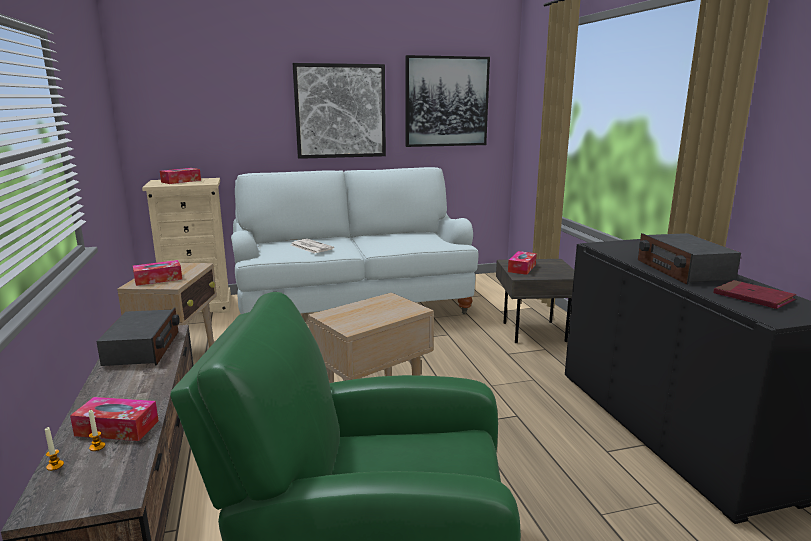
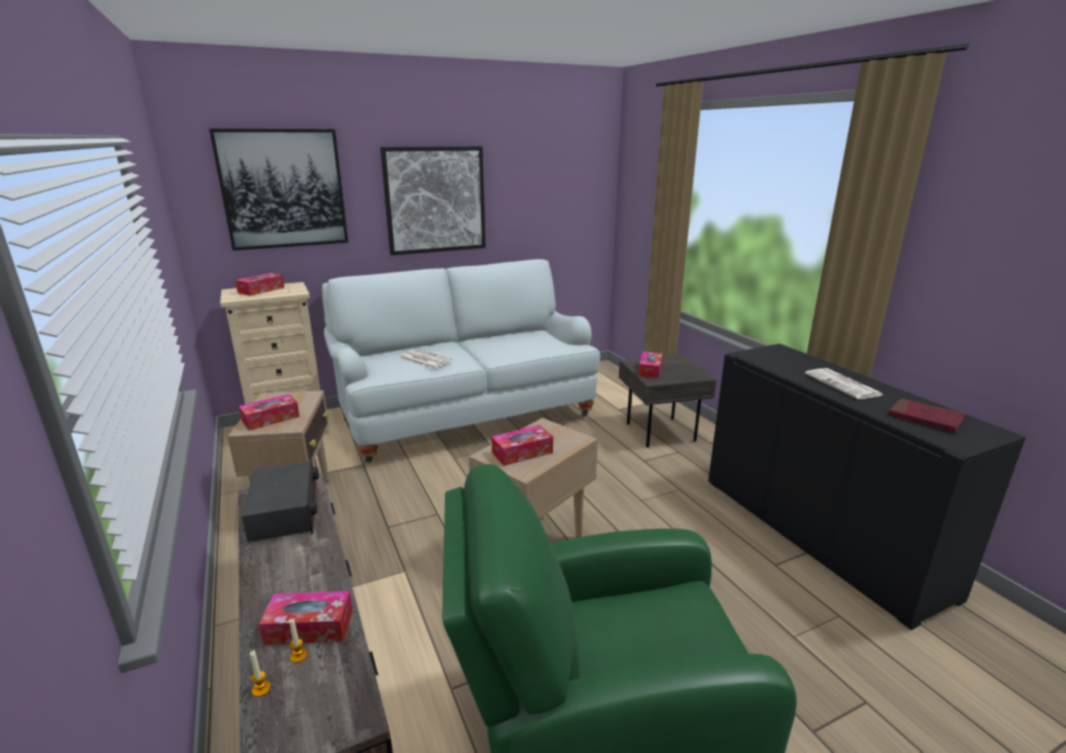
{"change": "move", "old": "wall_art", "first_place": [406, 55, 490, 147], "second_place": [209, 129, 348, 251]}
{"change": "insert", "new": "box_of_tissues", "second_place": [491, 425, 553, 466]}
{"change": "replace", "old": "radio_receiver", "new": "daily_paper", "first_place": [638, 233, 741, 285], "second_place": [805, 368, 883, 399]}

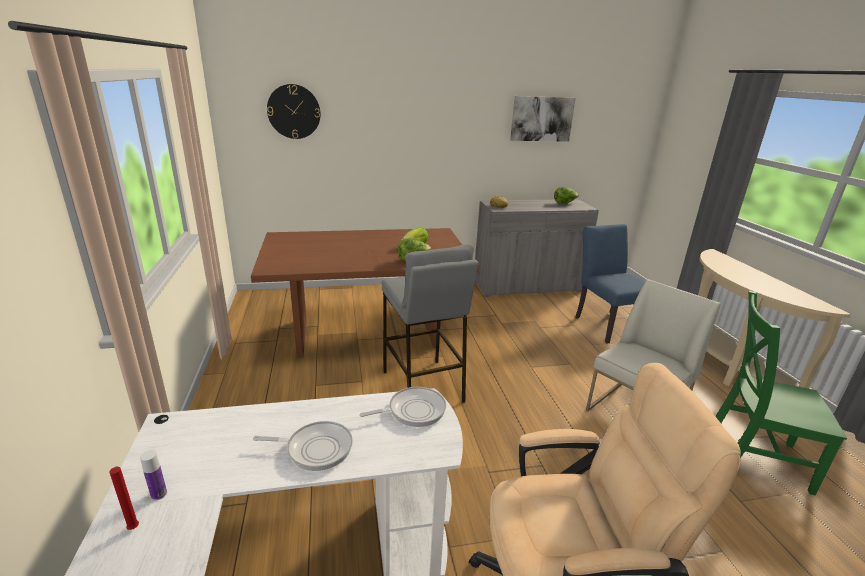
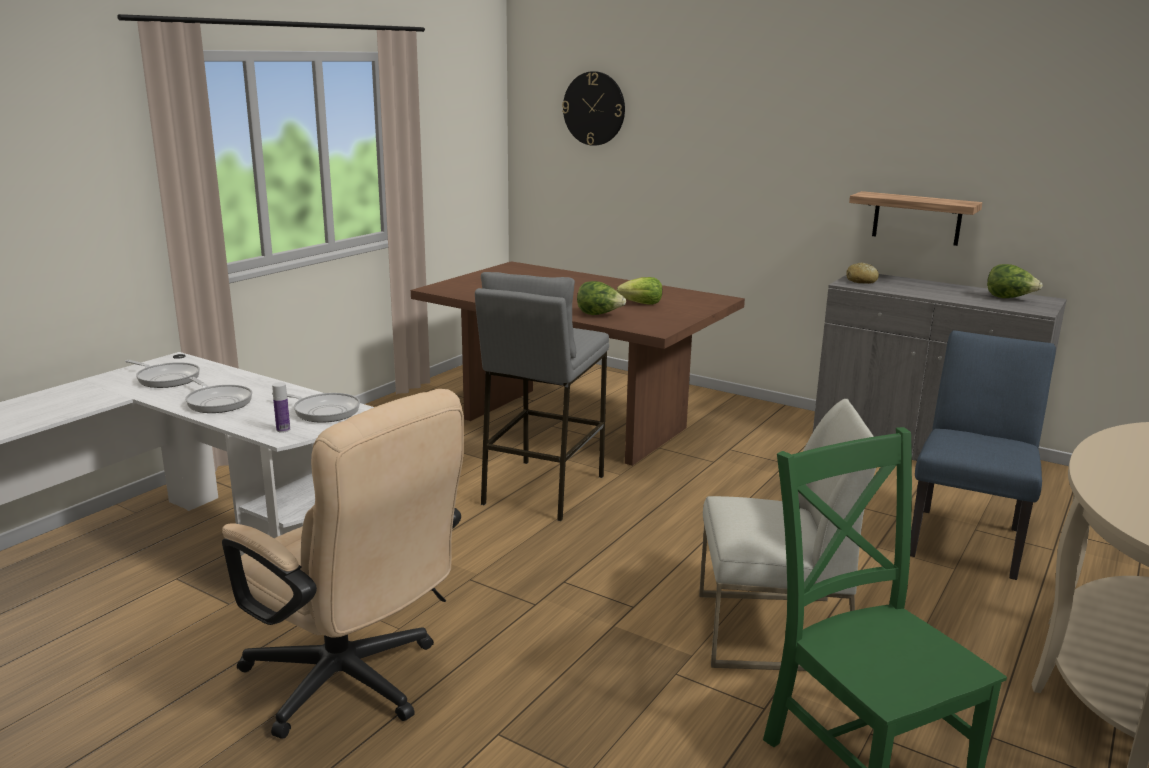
{"change": "insert", "new": "skillet", "second_place": [125, 360, 200, 388]}
{"change": "move", "old": "bottle", "first_place": [140, 450, 167, 500], "second_place": [272, 382, 290, 433]}
{"change": "insert", "new": "wall_shelf", "second_place": [849, 191, 982, 246]}
{"change": "delete", "old": "red_wax_light", "first_place": [109, 466, 139, 530]}
{"change": "delete", "old": "wall_art", "first_place": [510, 96, 576, 142]}

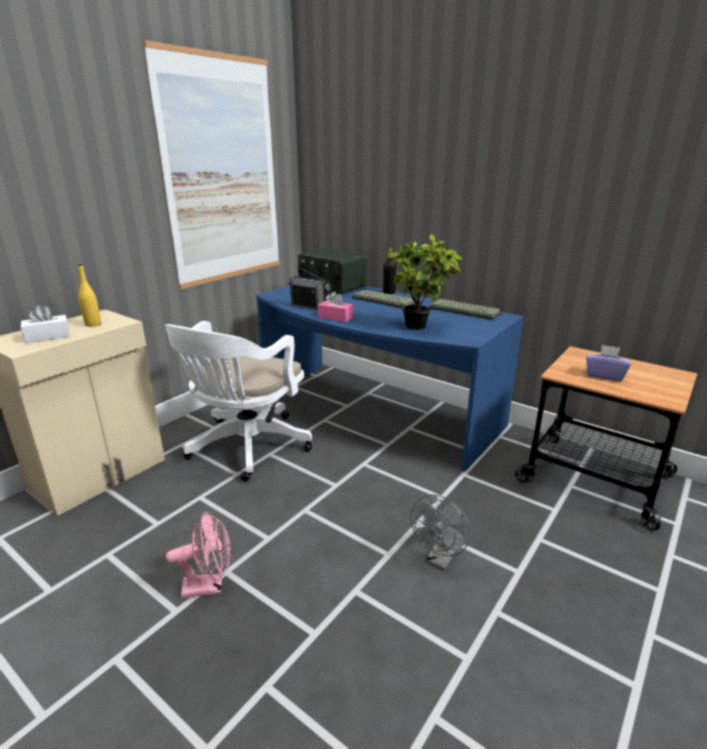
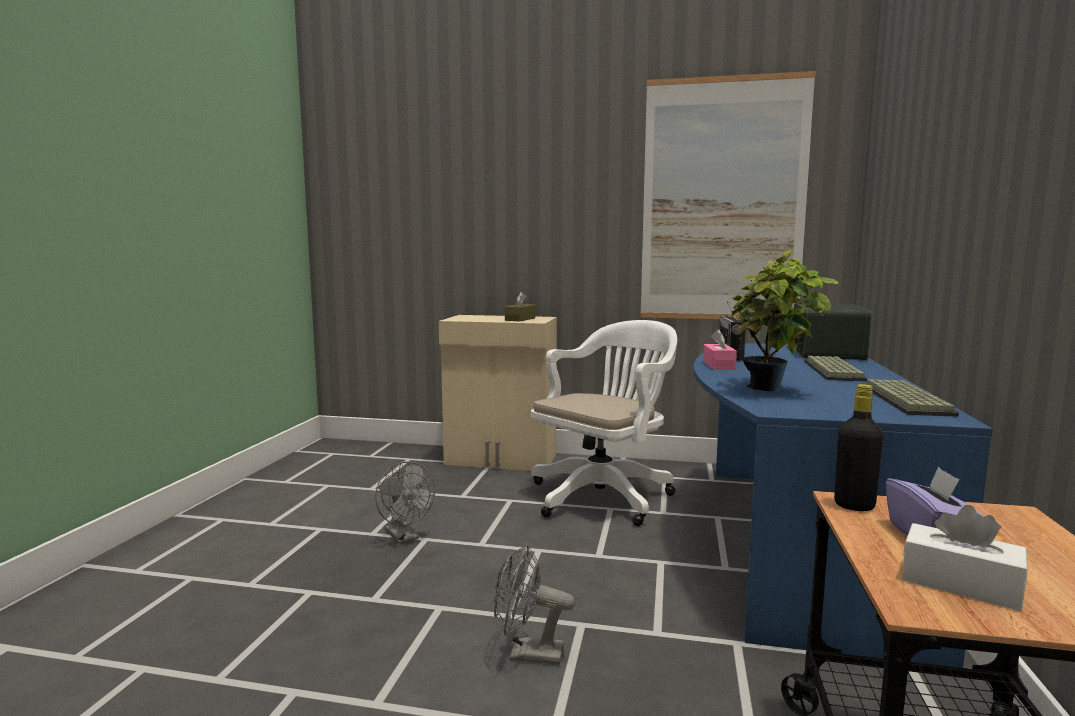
{"change": "recolor", "old": "pink_fan", "new": "greyish_fan", "first_place": [166, 512, 231, 598], "second_place": [375, 461, 435, 544]}
{"change": "replace", "old": "yellow_bottle", "new": "brown_box_of_tissues", "first_place": [78, 264, 101, 327], "second_place": [505, 292, 535, 322]}
{"change": "rotate", "old": "white-coloured_office_chair", "first_place": [165, 321, 312, 481], "second_place": [531, 320, 677, 526], "degrees": 135}
{"change": "move", "old": "black-coloured_bottle", "first_place": [383, 248, 397, 294], "second_place": [834, 384, 884, 511]}
{"change": "move", "old": "white-coloured_box_of_tissues", "first_place": [21, 305, 70, 343], "second_place": [902, 505, 1028, 611]}

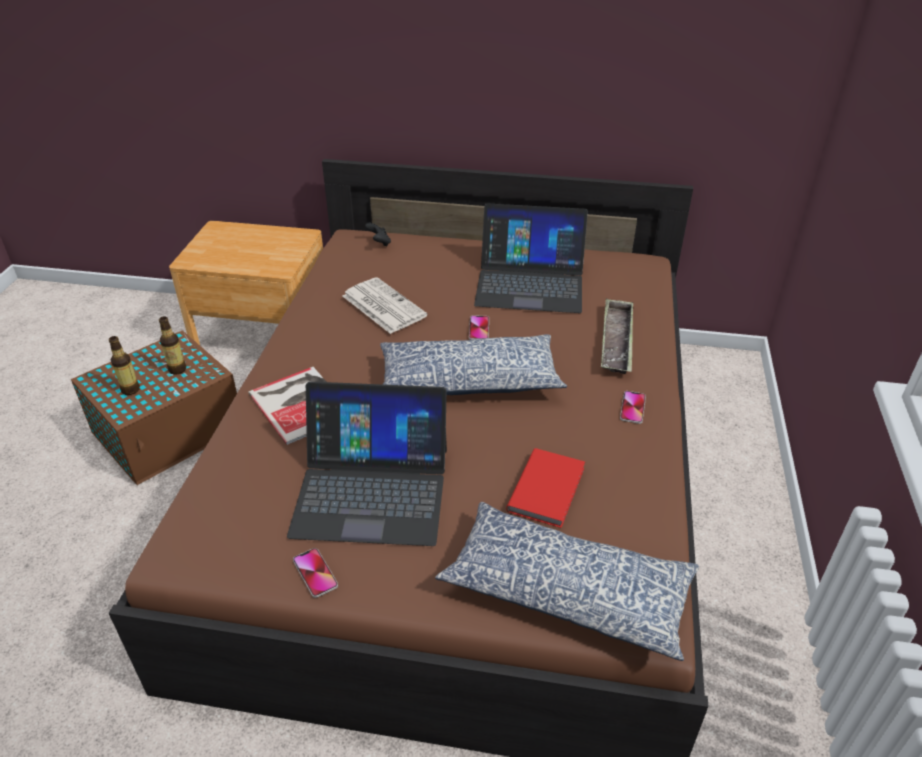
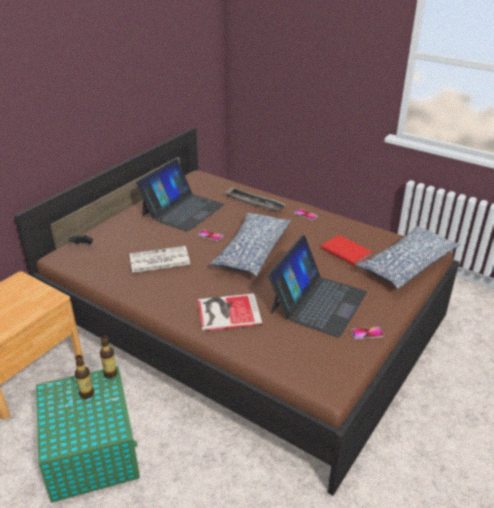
{"change": "recolor", "old": "brown_storage_box", "new": "greenish_storage_box", "first_place": [71, 330, 237, 485], "second_place": [36, 366, 140, 503]}
{"change": "move", "old": "bottle", "first_place": [109, 336, 140, 395], "second_place": [100, 335, 118, 378]}

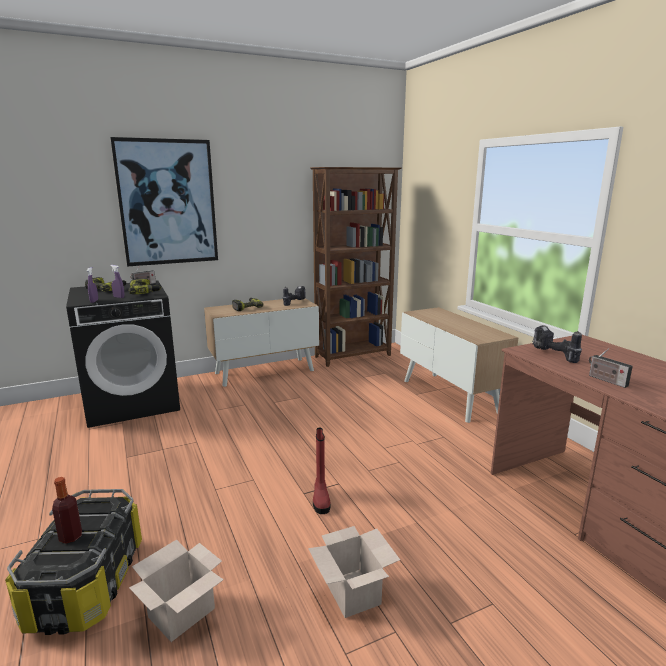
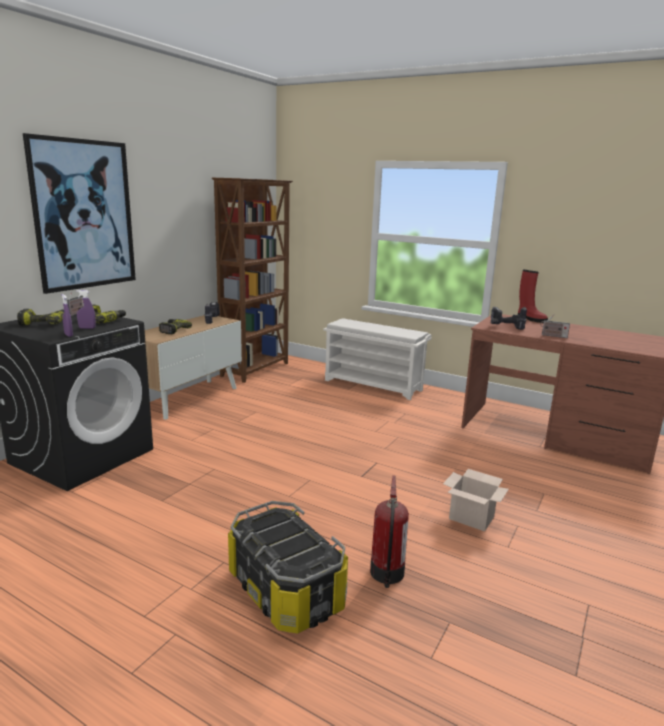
{"change": "replace", "old": "cupboard", "new": "white-coloured_shoe_rack", "first_place": [400, 307, 518, 423], "second_place": [323, 318, 432, 400]}
{"change": "replace", "old": "packing_box", "new": "fire_extinguisher", "first_place": [129, 539, 224, 642], "second_place": [370, 475, 409, 588]}
{"change": "move", "old": "red_high-top_boot", "first_place": [313, 428, 331, 514], "second_place": [518, 270, 548, 323]}
{"change": "delete", "old": "bottle", "first_place": [52, 477, 82, 544]}

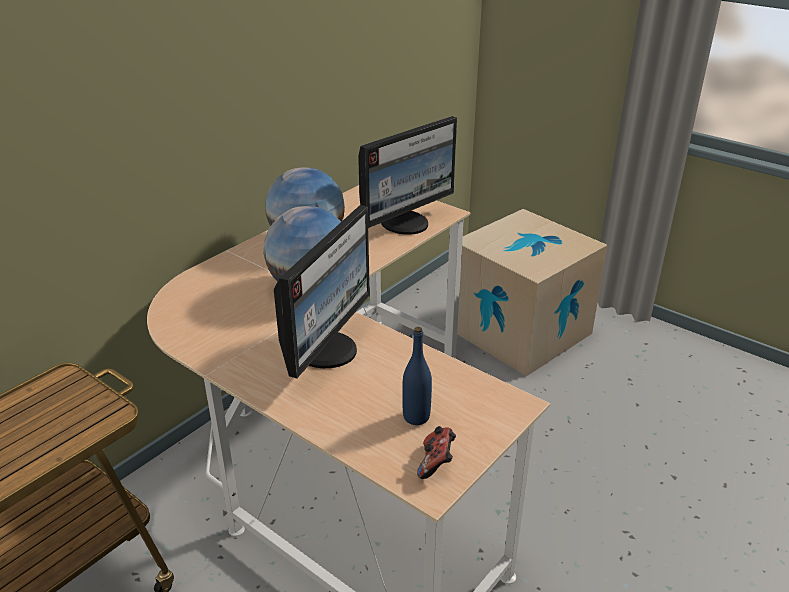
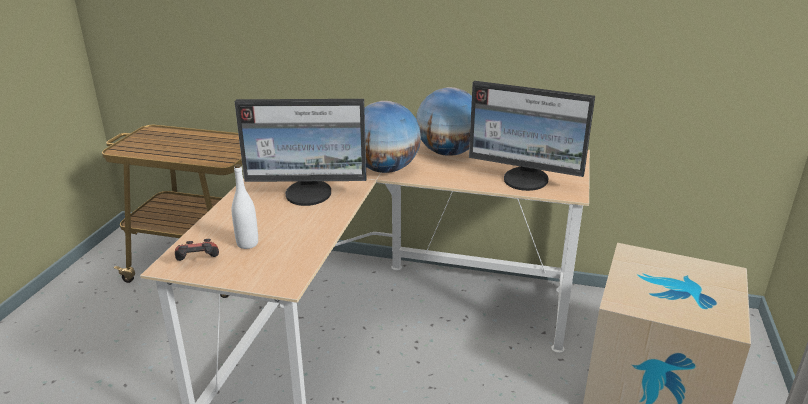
{"change": "recolor", "old": "blue_bottle", "new": "white-coloured_bottle", "first_place": [402, 327, 432, 425], "second_place": [232, 164, 258, 249]}

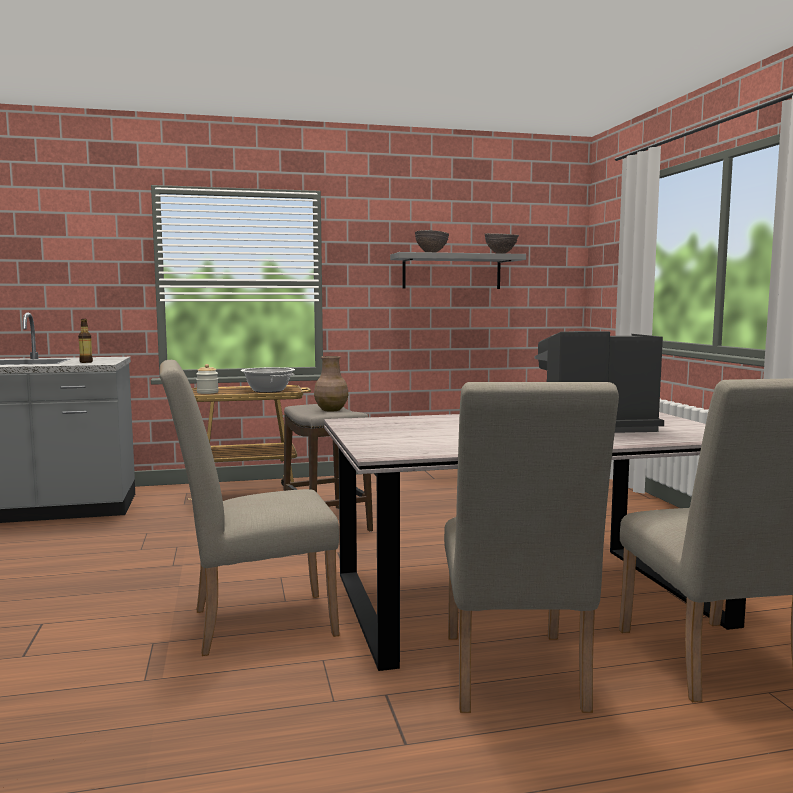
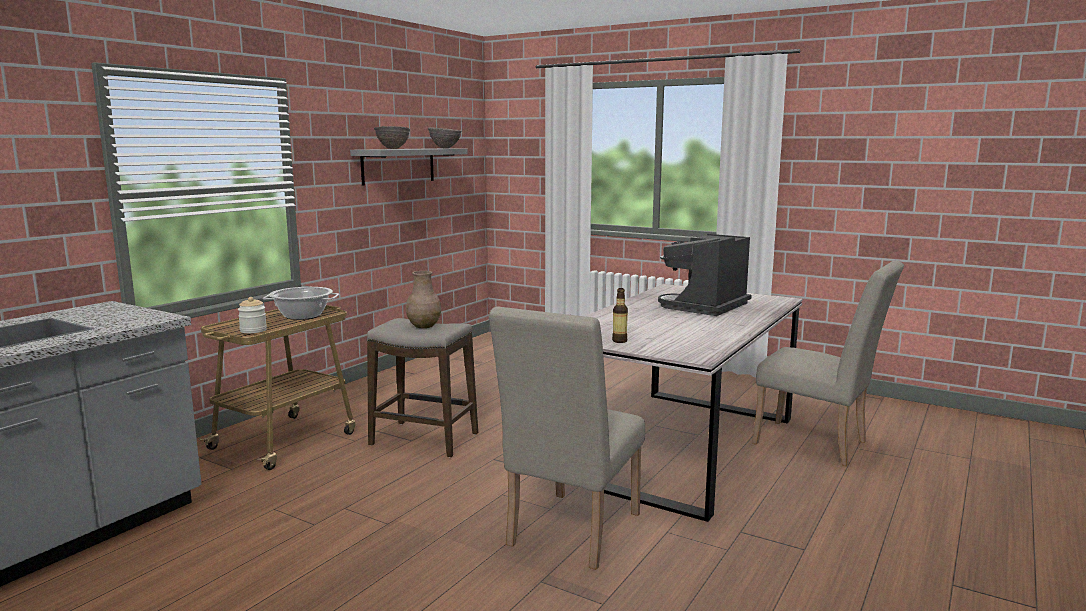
{"change": "move", "old": "bottle", "first_place": [78, 319, 93, 363], "second_place": [612, 288, 628, 343]}
{"change": "delete", "old": "beige_chair", "first_place": [444, 382, 619, 713]}

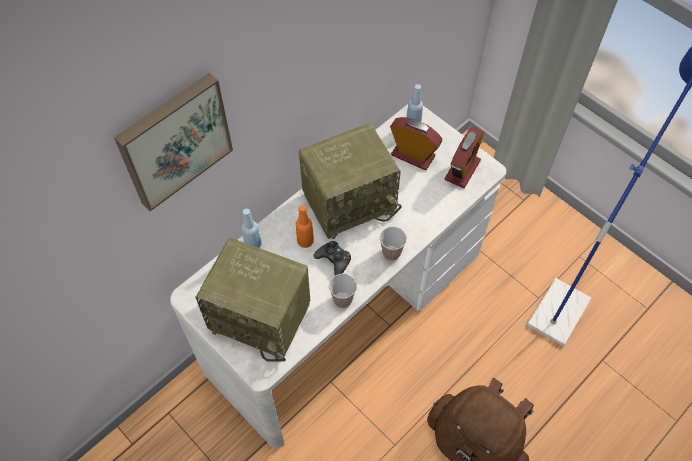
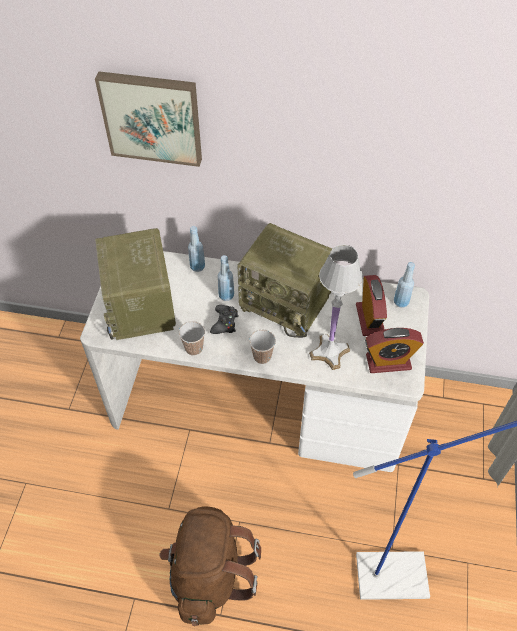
{"change": "recolor", "old": "orange-coloured_bottle", "new": "blue_bottle", "first_place": [296, 205, 314, 248], "second_place": [218, 255, 234, 301]}
{"change": "insert", "new": "white-coloured_table_lamp", "second_place": [309, 245, 363, 370]}

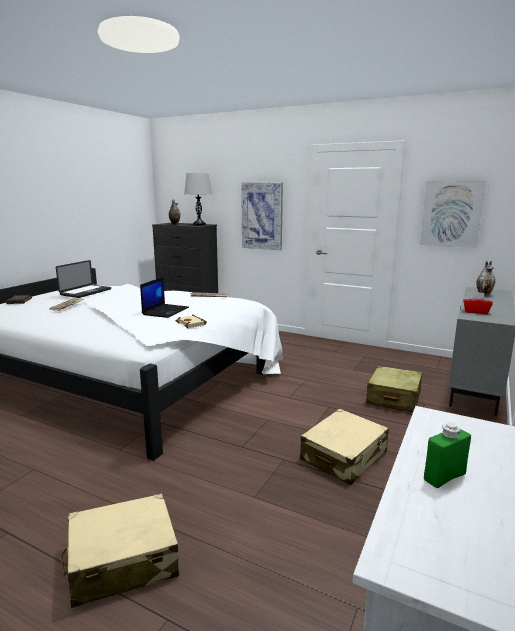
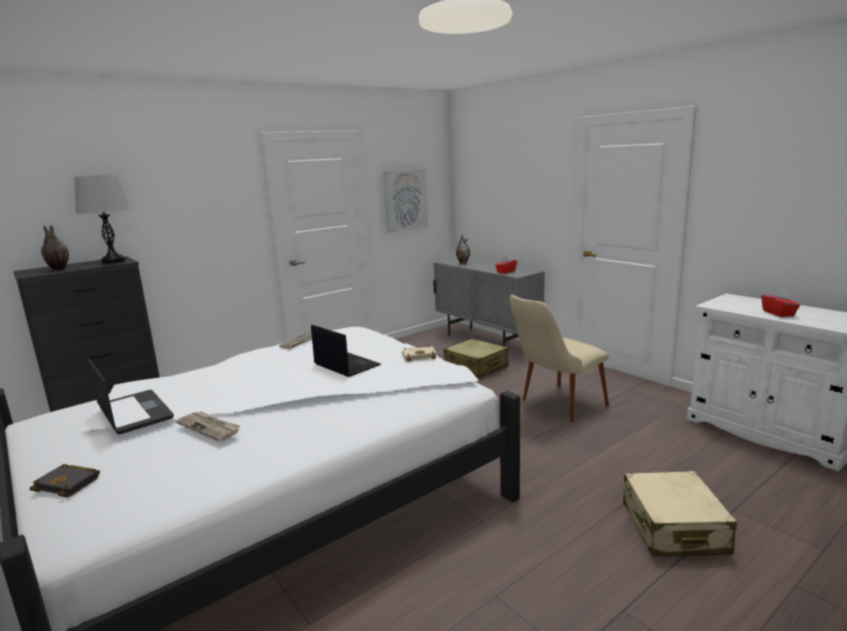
{"change": "replace", "old": "beige_piece_of_luggage", "new": "beige_chair", "first_place": [300, 409, 389, 485], "second_place": [510, 294, 609, 422]}
{"change": "replace", "old": "greenish_bottle", "new": "red_box_of_tissues", "first_place": [424, 423, 471, 488], "second_place": [761, 289, 800, 317]}
{"change": "delete", "old": "wall_art", "first_place": [241, 183, 283, 250]}

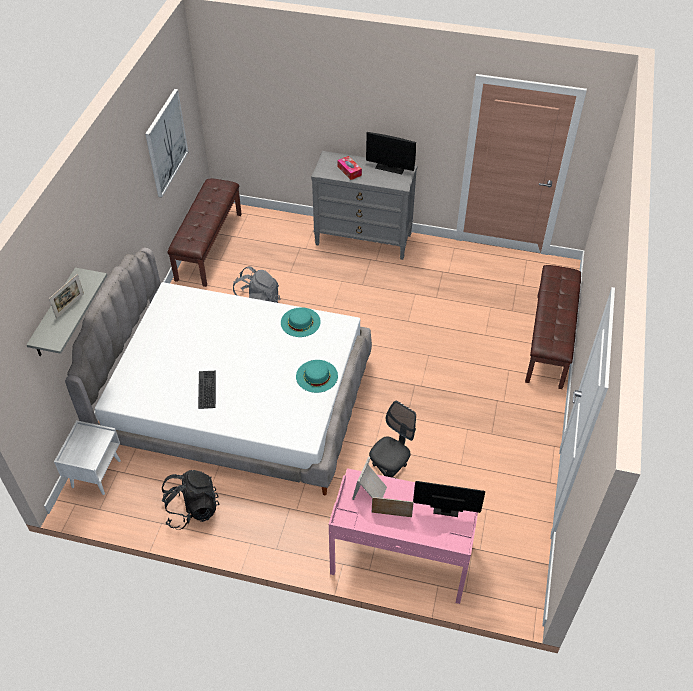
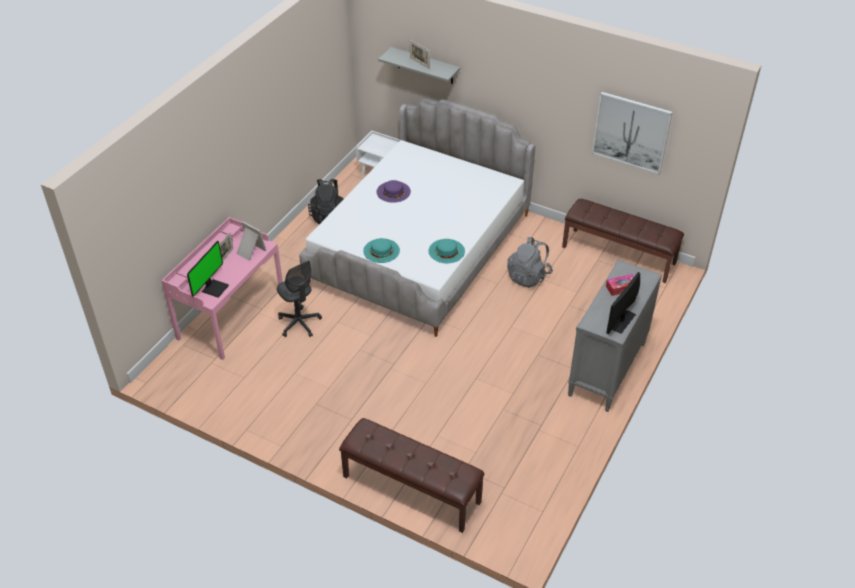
{"change": "replace", "old": "PC_keyboard", "new": "purplish_clothing_hat", "first_place": [198, 371, 216, 409], "second_place": [376, 180, 411, 203]}

